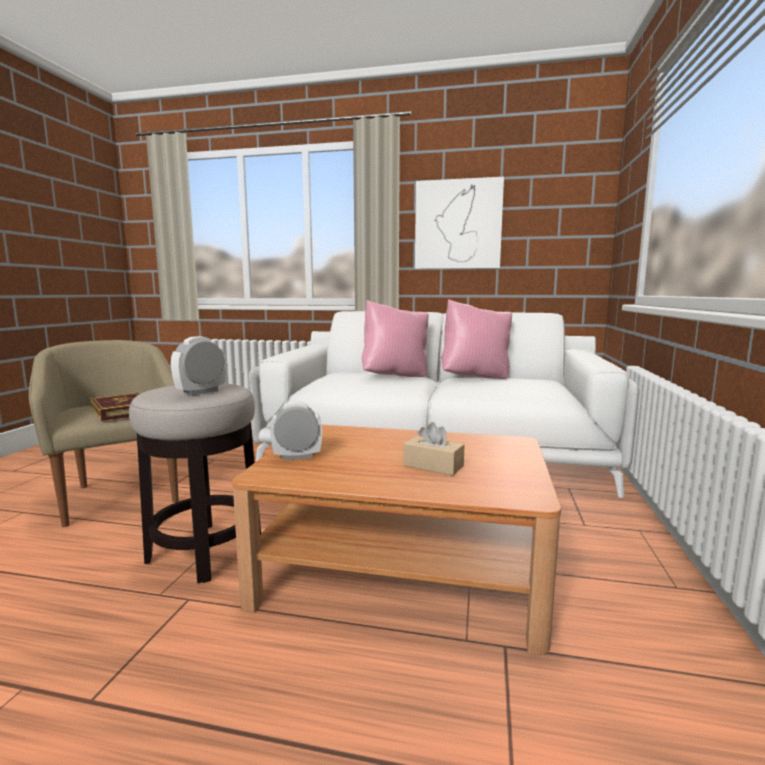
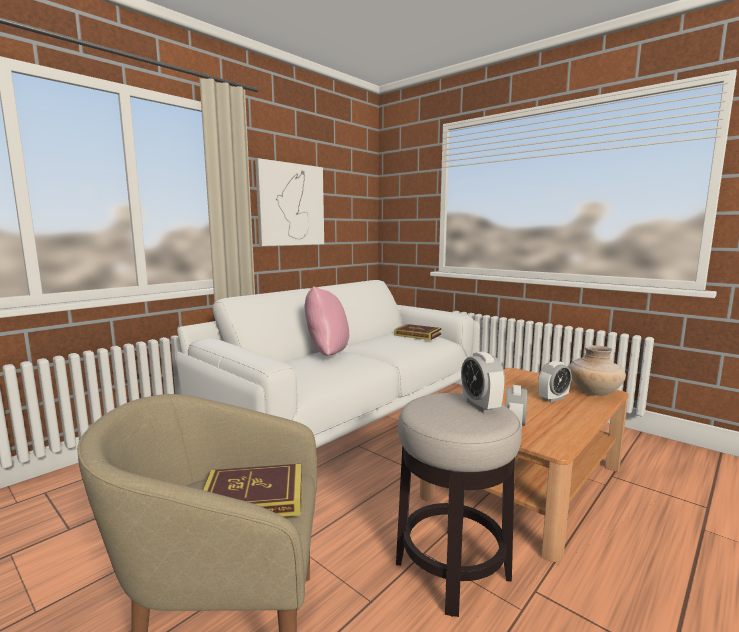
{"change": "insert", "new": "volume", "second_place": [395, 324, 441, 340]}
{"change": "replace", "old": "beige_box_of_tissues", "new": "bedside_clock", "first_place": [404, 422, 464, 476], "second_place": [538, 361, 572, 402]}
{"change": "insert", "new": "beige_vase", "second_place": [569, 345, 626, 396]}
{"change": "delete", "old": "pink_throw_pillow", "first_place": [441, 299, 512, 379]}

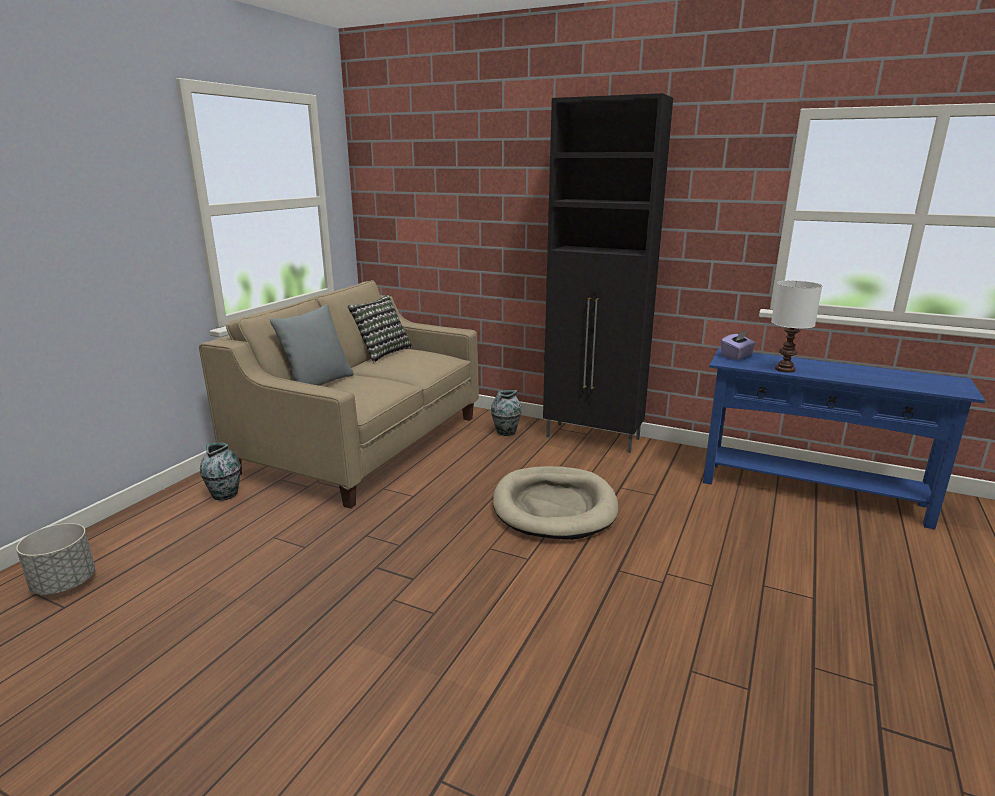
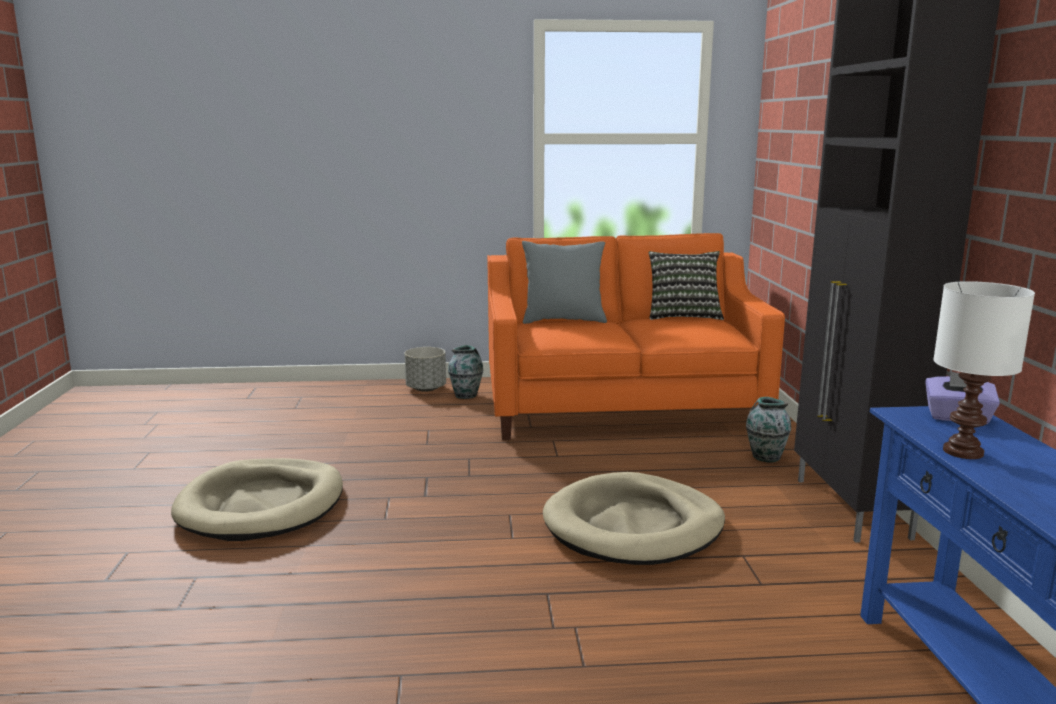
{"change": "insert", "new": "beige_dog_bed", "second_place": [171, 458, 343, 541]}
{"change": "move", "old": "greyish_flower_pot", "first_place": [16, 523, 95, 595], "second_place": [404, 347, 446, 392]}
{"change": "recolor", "old": "beige_couch", "new": "orange-coloured_couch", "first_place": [199, 280, 479, 509], "second_place": [487, 233, 785, 440]}

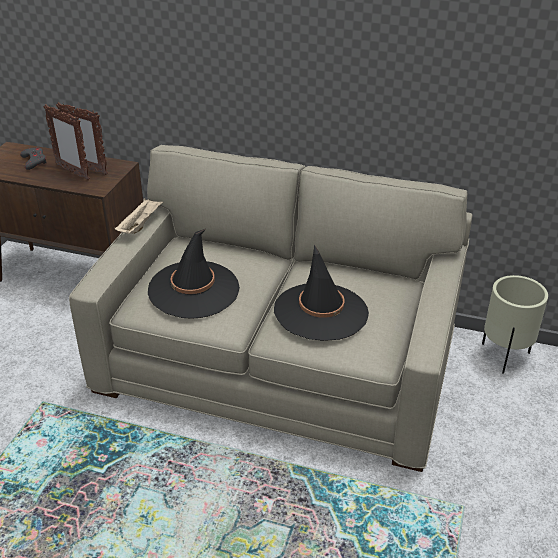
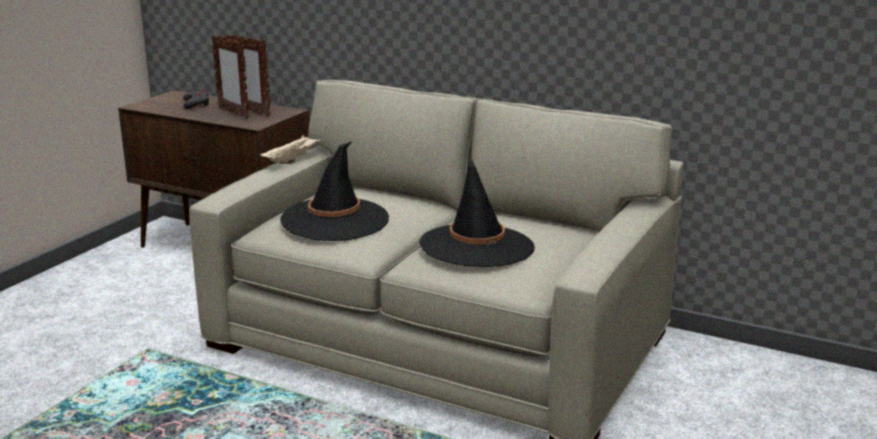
{"change": "delete", "old": "beige_flower_pot", "first_place": [482, 275, 548, 374]}

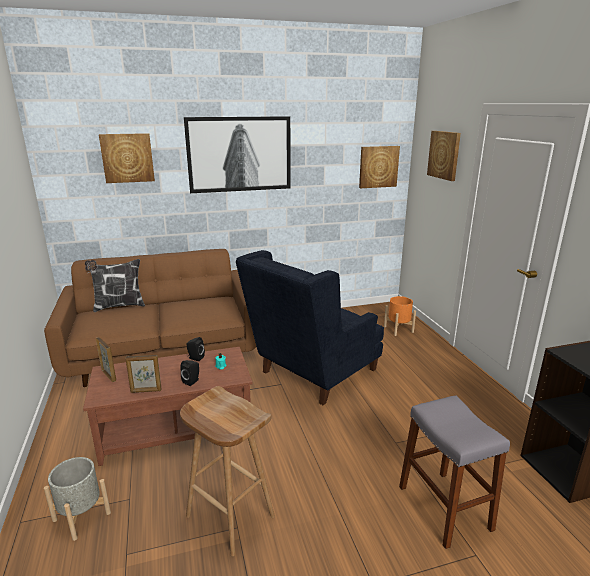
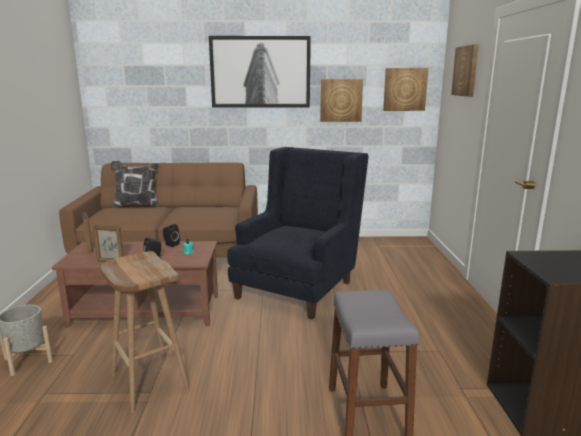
{"change": "rotate", "old": "blue_armchair", "first_place": [236, 250, 384, 405], "second_place": [227, 147, 368, 320], "degrees": 150}
{"change": "move", "old": "wall_art", "first_place": [99, 133, 155, 183], "second_place": [320, 79, 363, 122]}
{"change": "delete", "old": "orange-coloured_flower_pot", "first_place": [384, 296, 416, 336]}

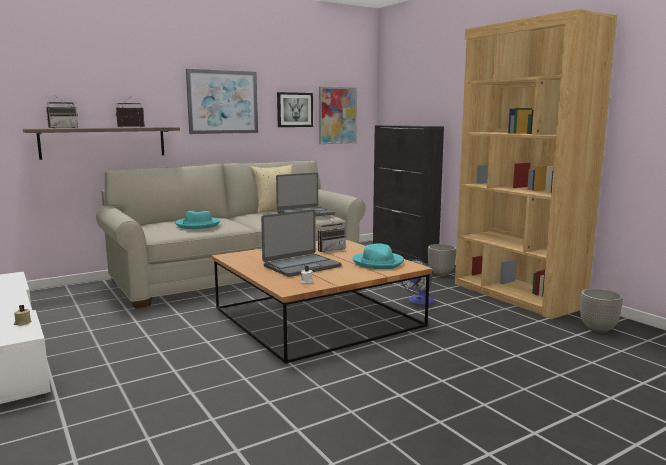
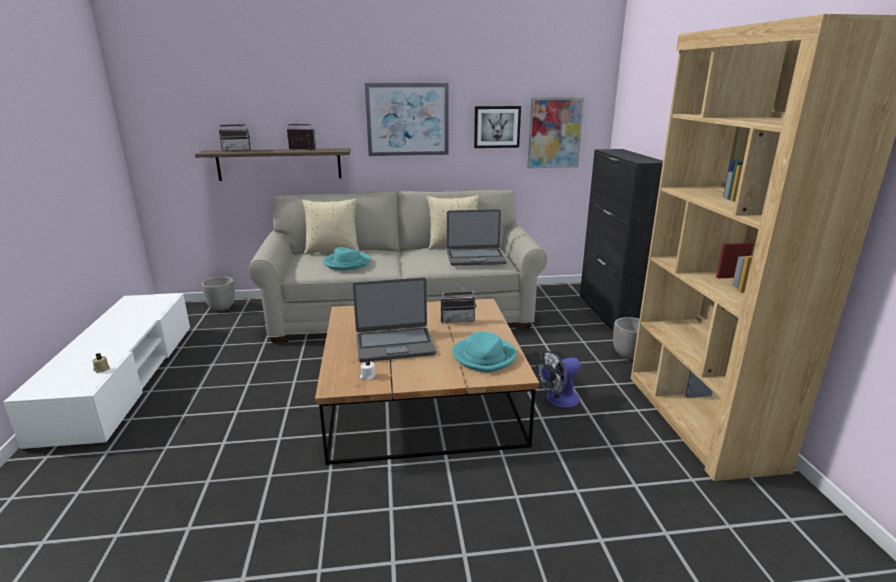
{"change": "move", "old": "flower_pot", "first_place": [580, 288, 623, 333], "second_place": [201, 277, 235, 311]}
{"change": "insert", "new": "beige_throw_pillow", "second_place": [302, 198, 360, 255]}

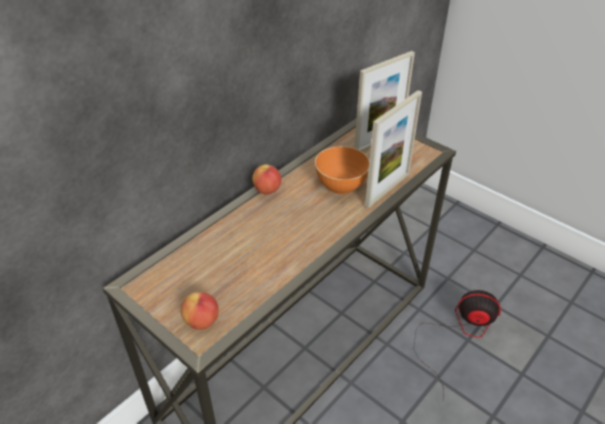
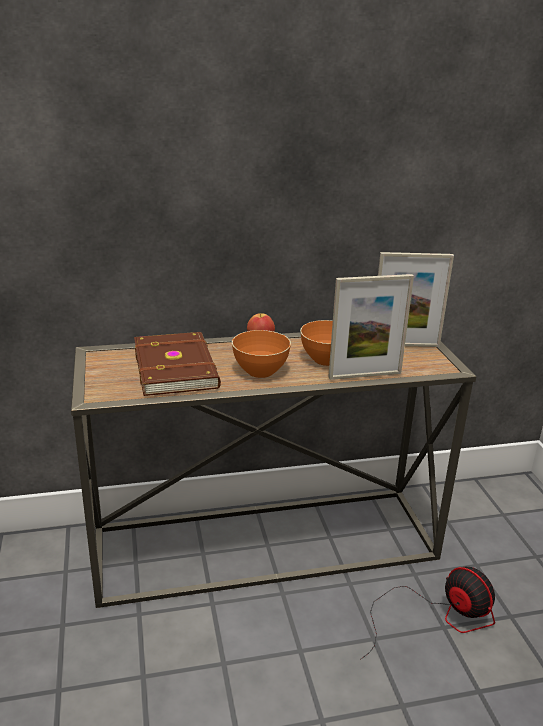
{"change": "insert", "new": "brown_volume", "second_place": [134, 332, 221, 396]}
{"change": "insert", "new": "orange-coloured_serving_bowl", "second_place": [232, 330, 291, 378]}
{"change": "delete", "old": "apple_fruit", "first_place": [181, 292, 219, 330]}

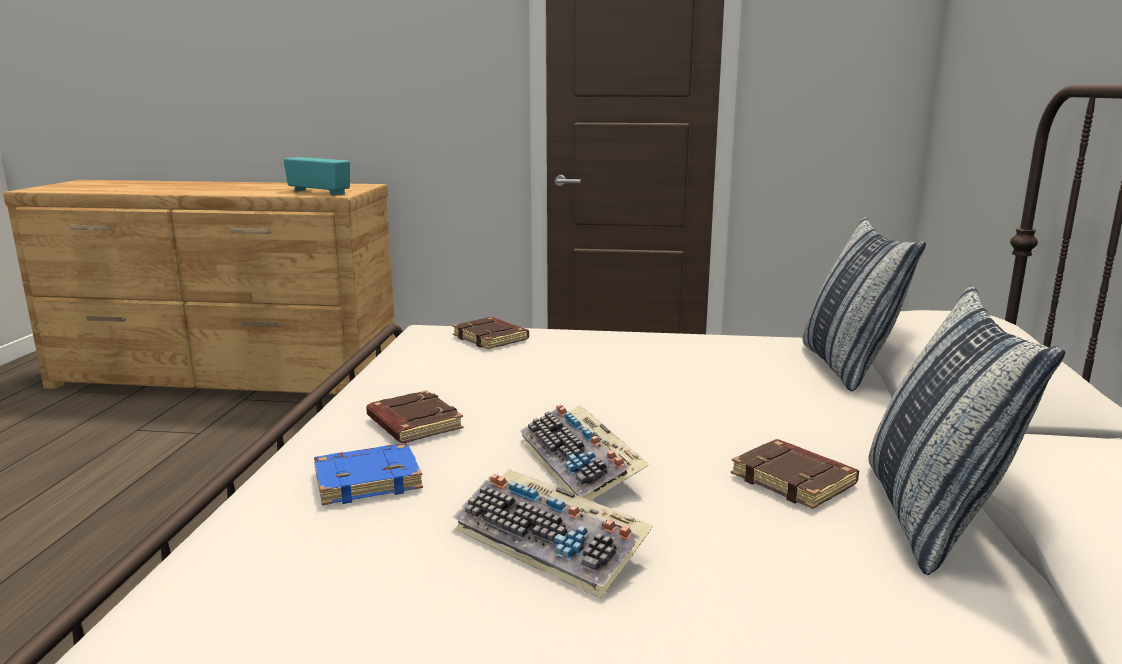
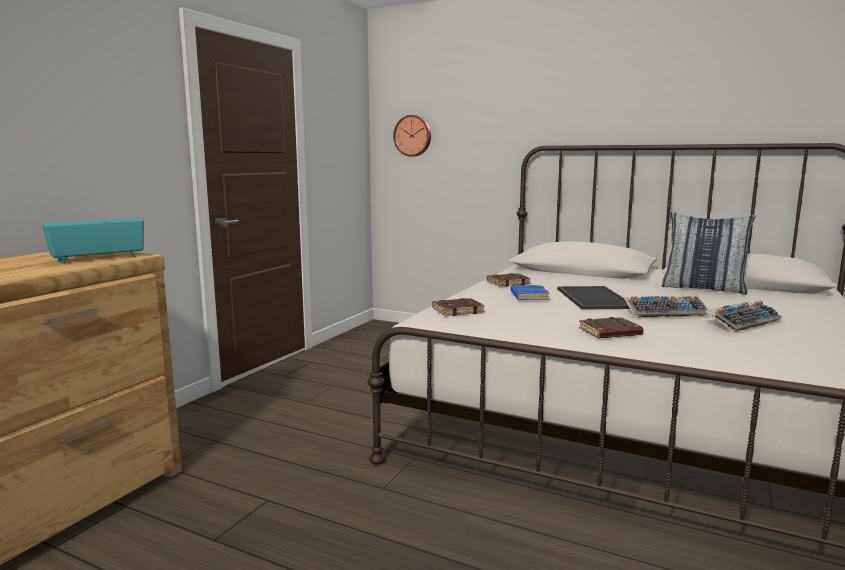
{"change": "insert", "new": "clock_on_the_wall", "second_place": [393, 115, 431, 157]}
{"change": "move", "old": "brown_volume", "first_place": [731, 439, 859, 509], "second_place": [487, 273, 531, 287]}
{"change": "move", "old": "blue_volume", "first_place": [314, 443, 423, 505], "second_place": [511, 285, 550, 300]}
{"change": "insert", "new": "tray", "second_place": [557, 286, 630, 310]}
{"change": "delete", "old": "throw_pillow", "first_place": [803, 217, 926, 392]}

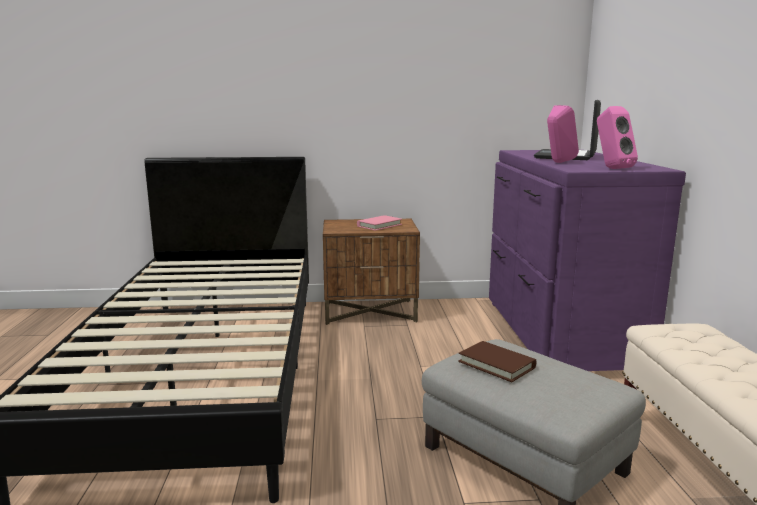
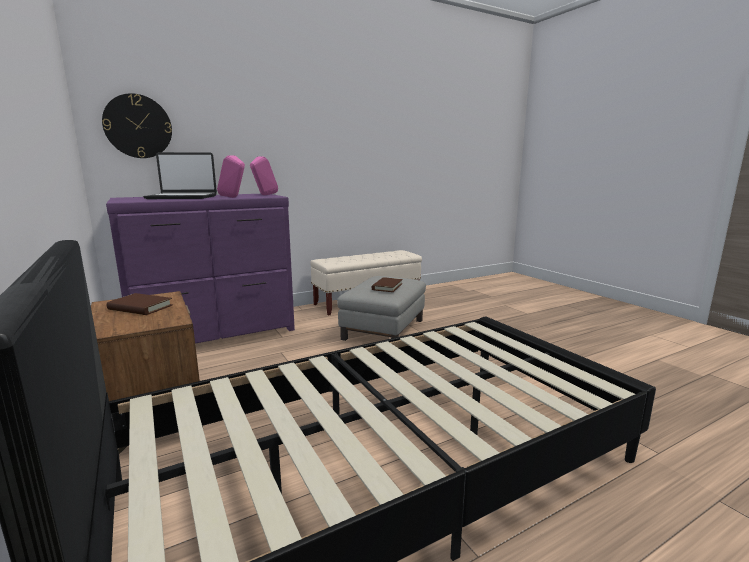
{"change": "insert", "new": "clock_on_the_wall", "second_place": [102, 93, 172, 158]}
{"change": "recolor", "old": "pink_volume", "new": "brown_volume", "first_place": [357, 215, 402, 231], "second_place": [107, 293, 173, 315]}

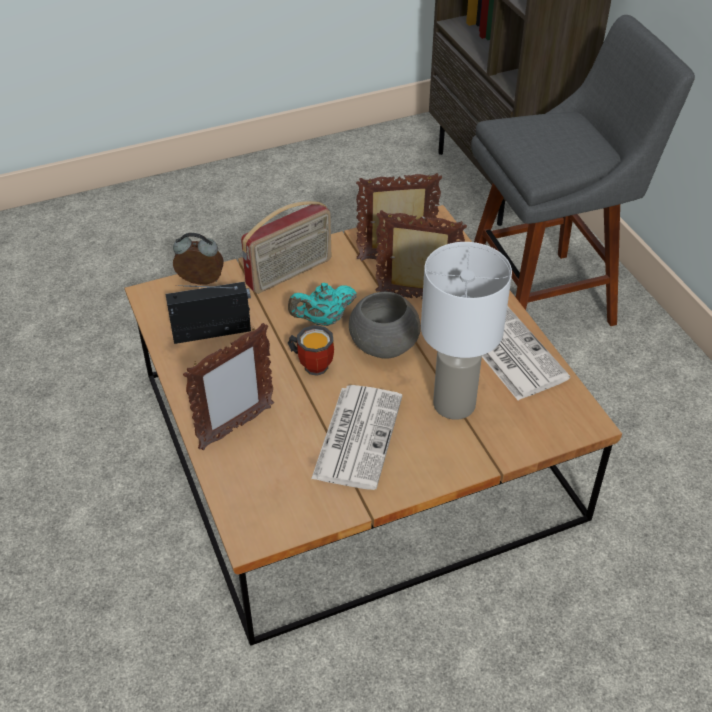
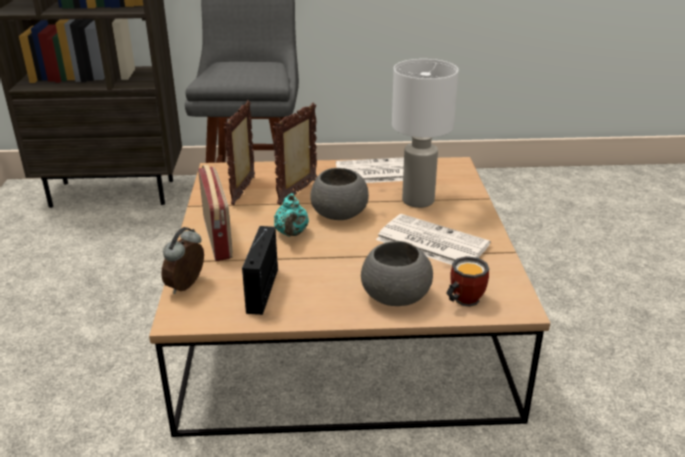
{"change": "replace", "old": "standing_frame", "new": "greyish_serving_bowl", "first_place": [183, 323, 274, 450], "second_place": [361, 241, 433, 306]}
{"change": "move", "old": "tea_mug", "first_place": [288, 325, 334, 376], "second_place": [446, 256, 489, 307]}

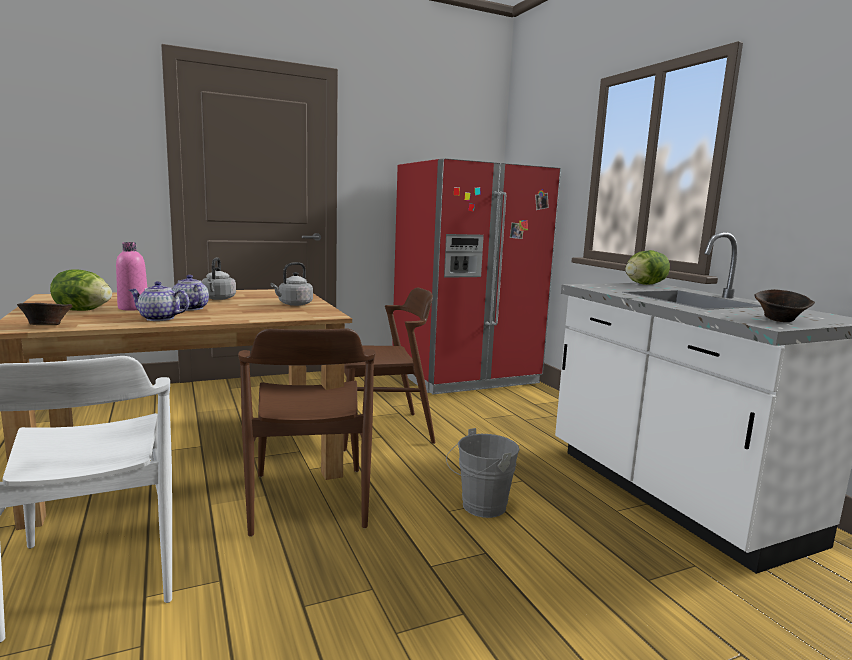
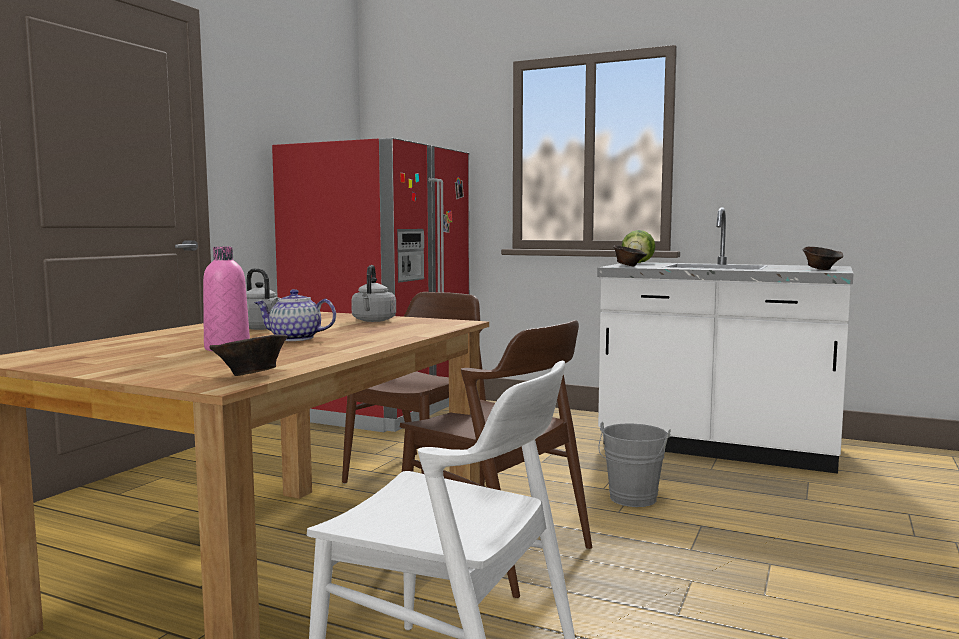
{"change": "insert", "new": "brown_serving_bowl", "second_place": [613, 245, 647, 266]}
{"change": "delete", "old": "head_of_lettuce", "first_place": [50, 269, 112, 311]}
{"change": "delete", "old": "teapot", "first_place": [129, 281, 189, 321]}

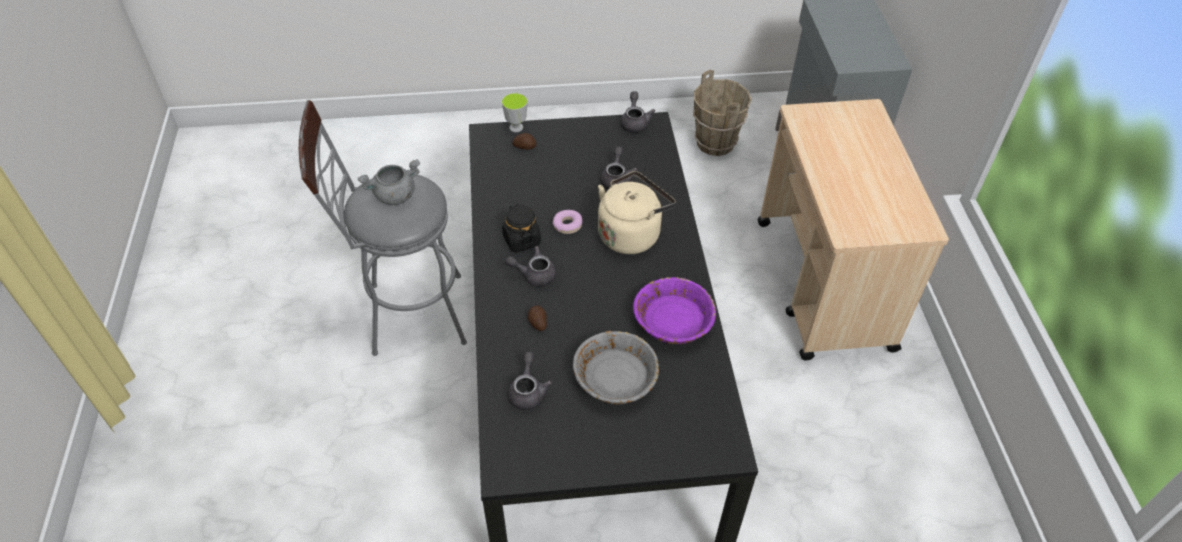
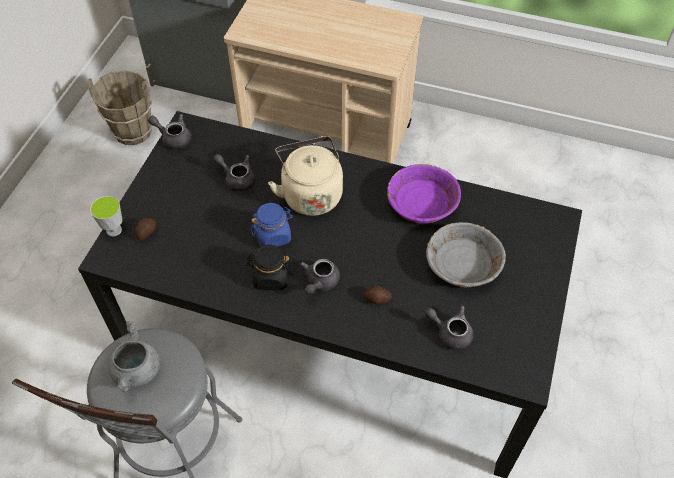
{"change": "replace", "old": "donut", "new": "blue_preserve_jar", "first_place": [553, 210, 582, 234], "second_place": [251, 203, 293, 247]}

